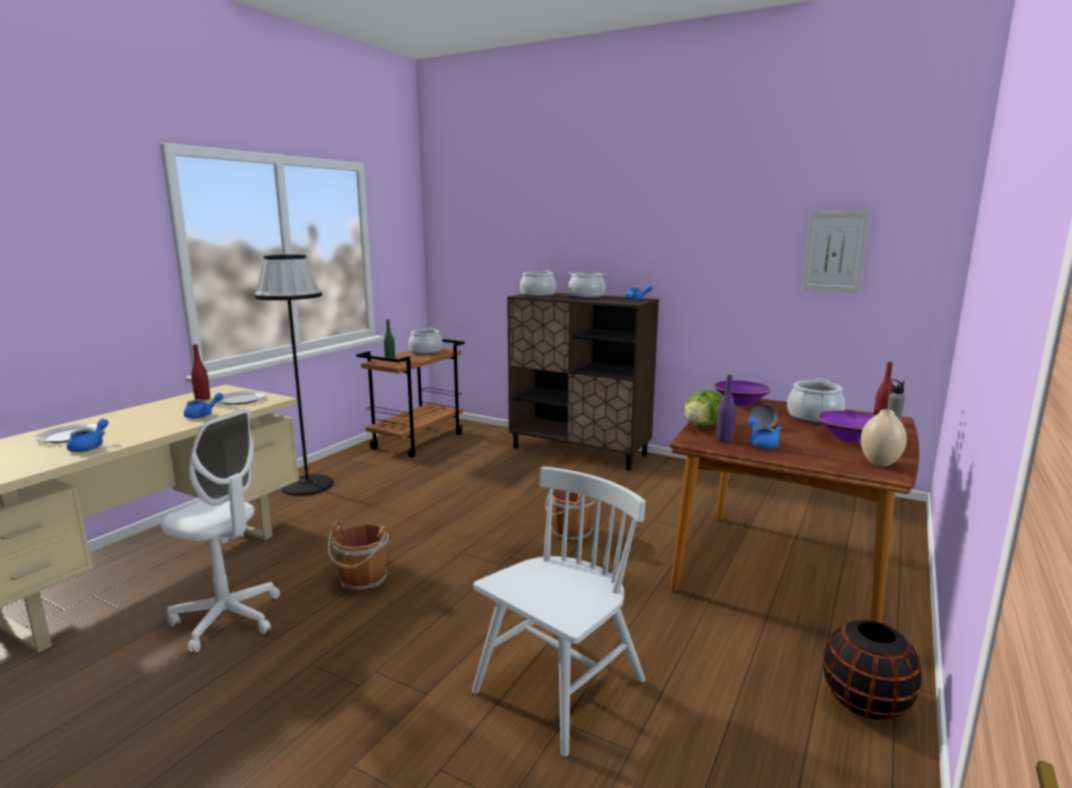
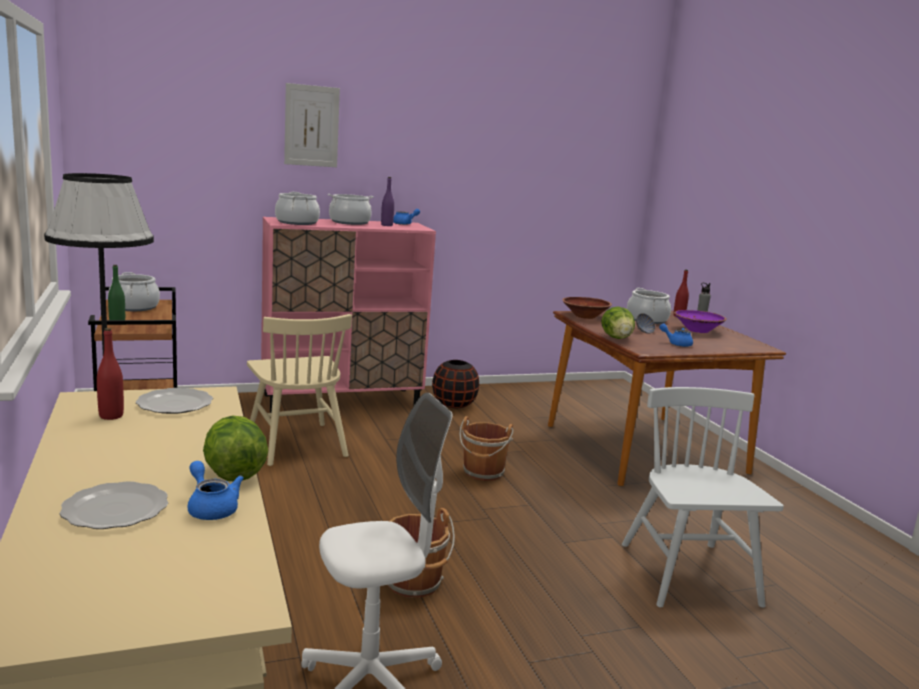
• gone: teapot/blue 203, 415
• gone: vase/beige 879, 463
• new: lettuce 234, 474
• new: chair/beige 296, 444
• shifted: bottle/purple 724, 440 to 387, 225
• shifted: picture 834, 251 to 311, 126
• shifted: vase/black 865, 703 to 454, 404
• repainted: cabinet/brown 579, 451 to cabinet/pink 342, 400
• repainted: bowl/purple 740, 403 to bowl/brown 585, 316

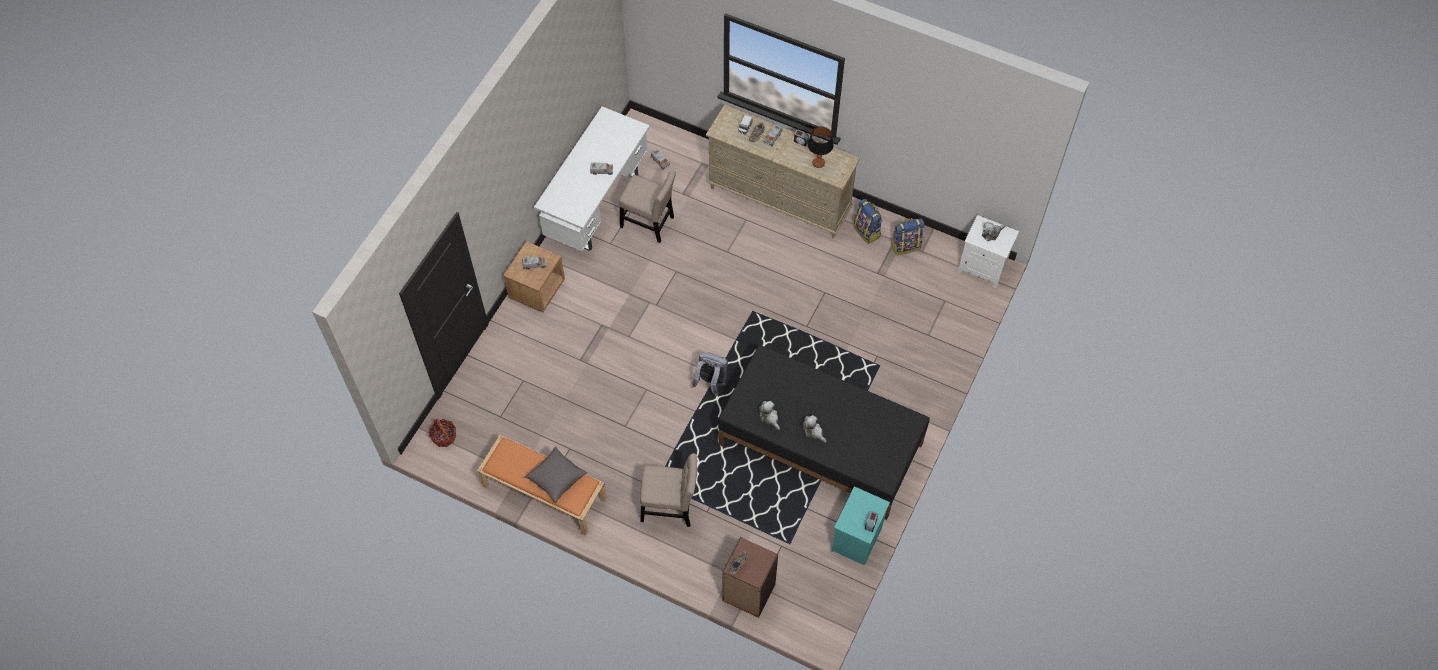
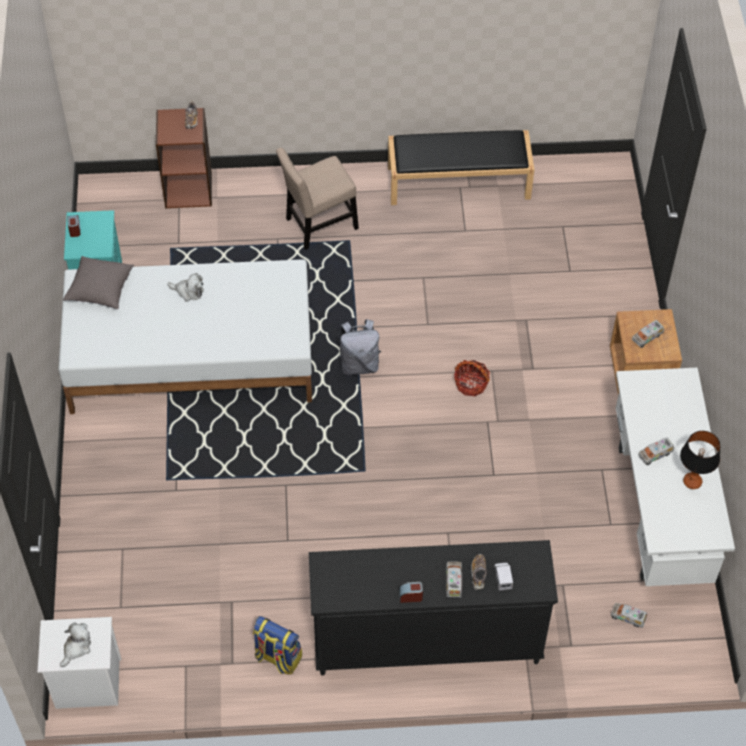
• gone: chair/beige 649, 223
• gone: plush toy 769, 417
• gone: backpack 905, 245
• shifted: basket 444, 436 to 471, 384
• shifted: pillow/grey 556, 478 to 101, 290
• shifted: table lamp 818, 163 to 692, 482
• repainted: bench/orange 543, 492 to bench/black 459, 182
• repainted: dresser/beige 779, 200 to dresser/black 426, 643
• repainted: bed/black 820, 445 to bed/white 190, 357

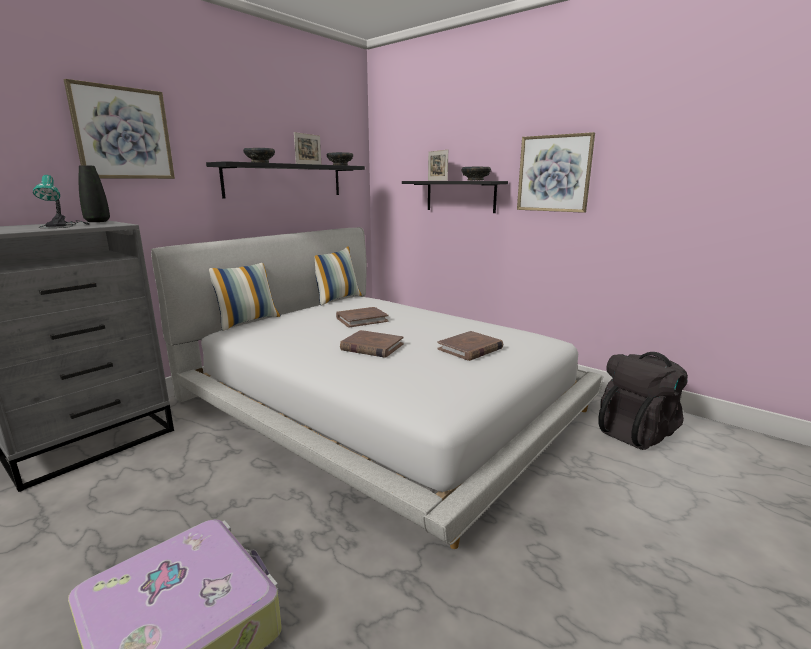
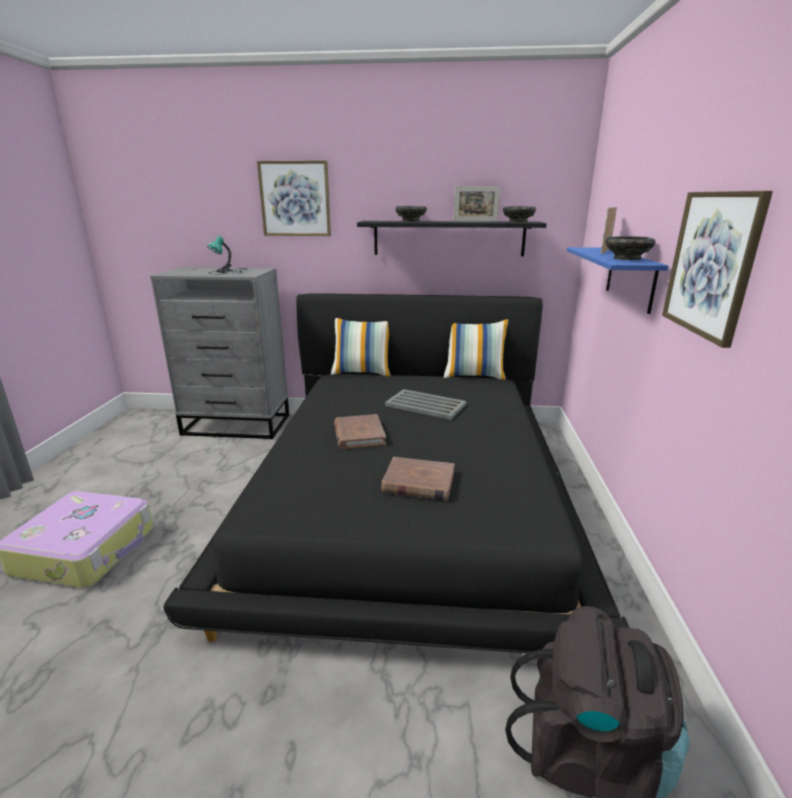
• gone: vase/black 97, 221
• swapped: book/brown 362, 319 to tray/grey 426, 405
• repainted: bed/white 380, 401 to bed/black 407, 497
• repainted: shelf/black 460, 196 to shelf/blue 630, 278

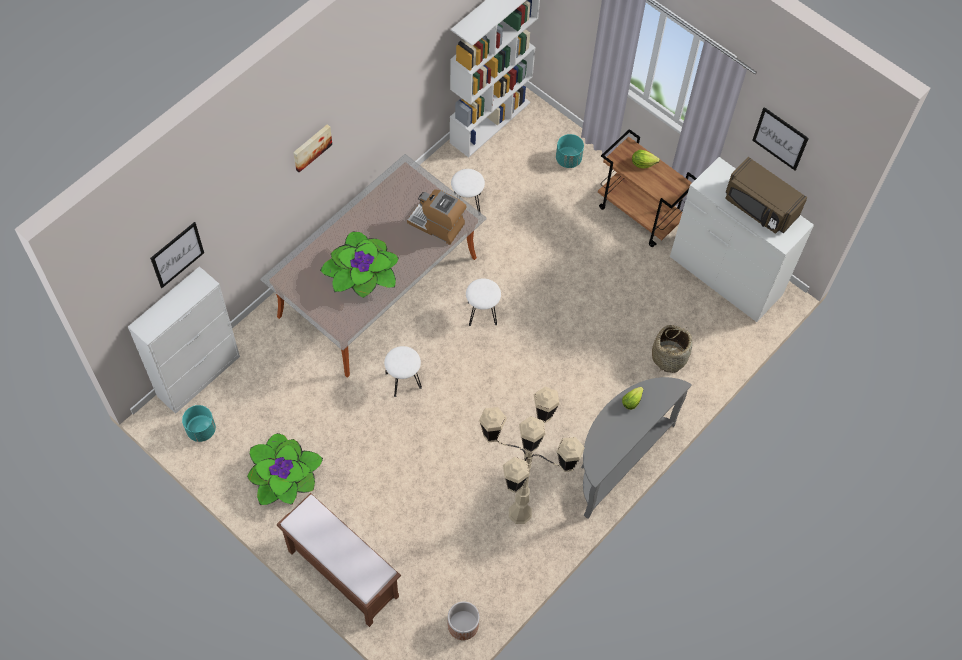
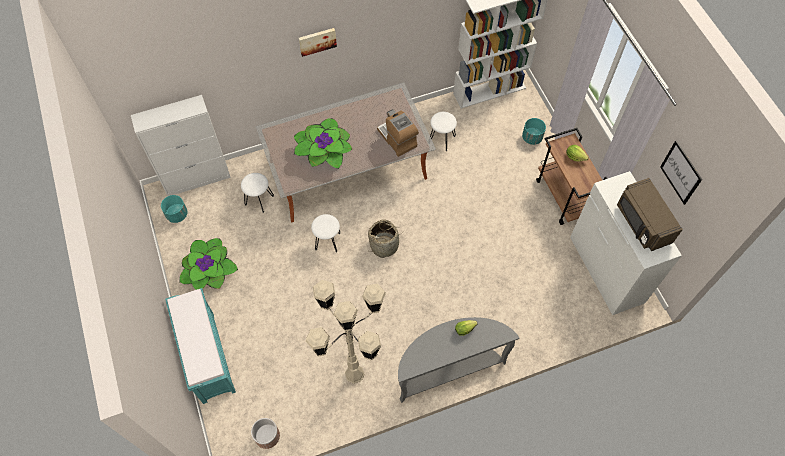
• gone: picture 177, 254
• shifted: stool/white 482, 313 to 259, 200
• shifted: basket 669, 356 to 384, 245
• repainted: bench/brown 341, 573 to bench/turquoise 207, 356

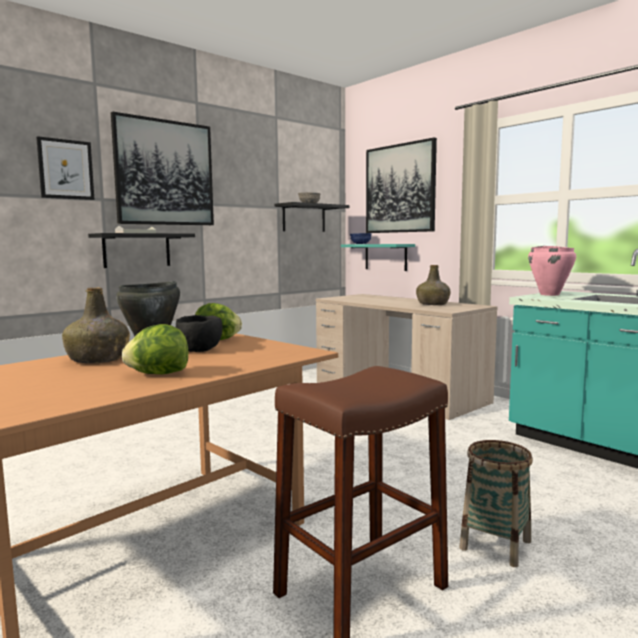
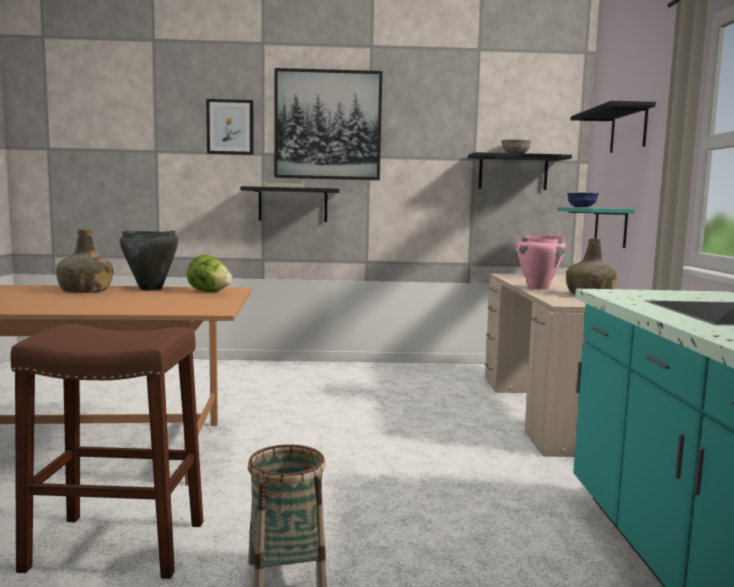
• gone: lettuce 158, 374
• gone: bowl/black 200, 350
• shifted: cooking pot/pink 550, 294 to 538, 288
• swapped: picture 400, 188 to shelf/black 628, 130

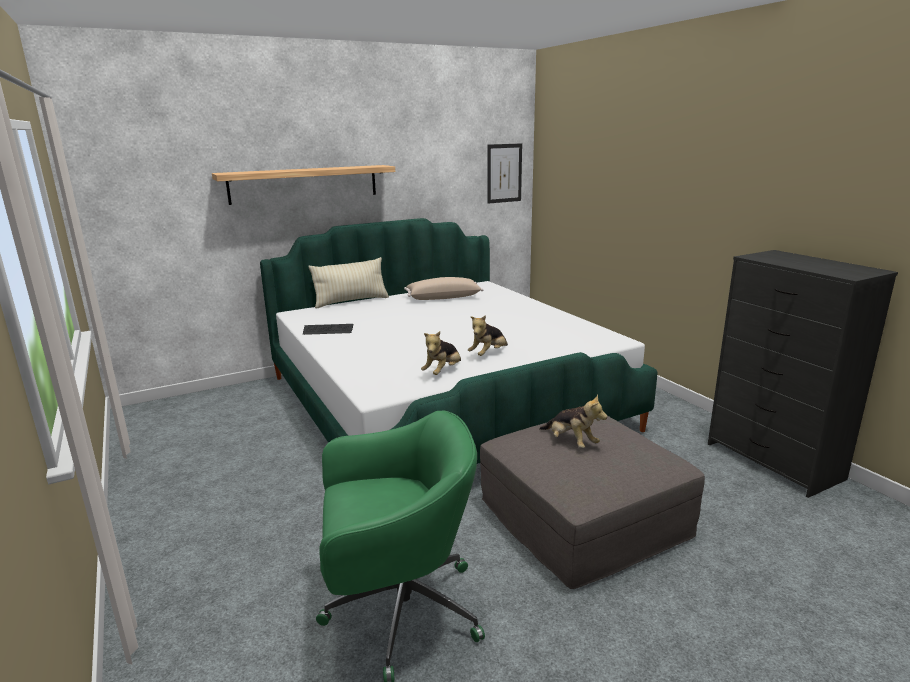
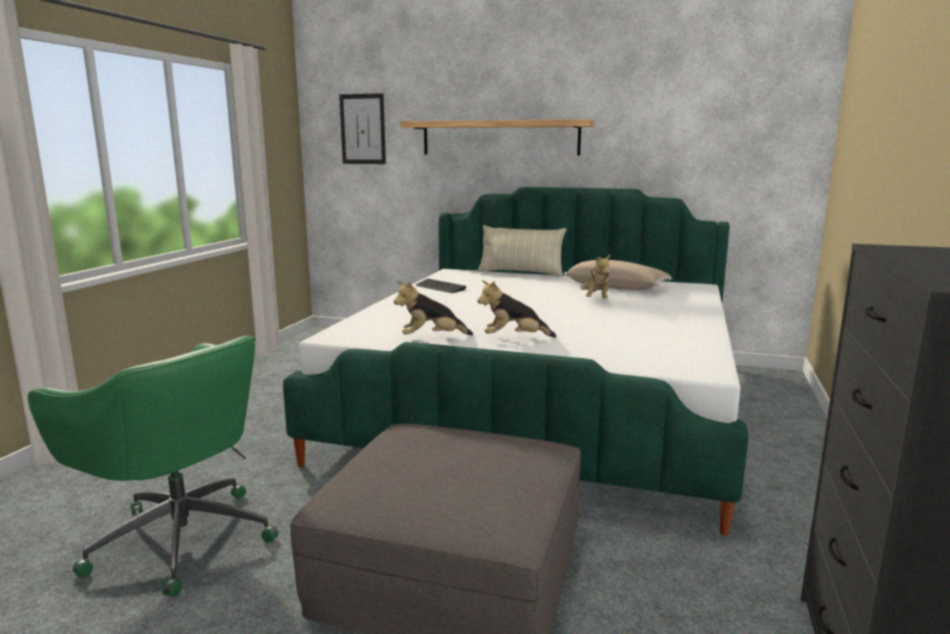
• shifted: picture 504, 173 to 363, 129
• shifted: plush toy 571, 442 to 596, 299

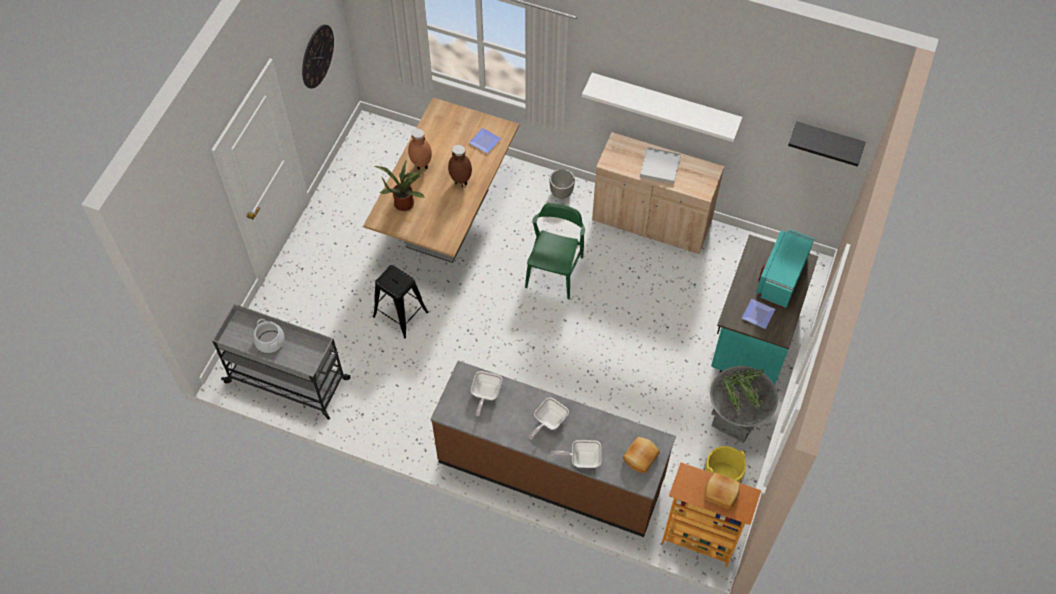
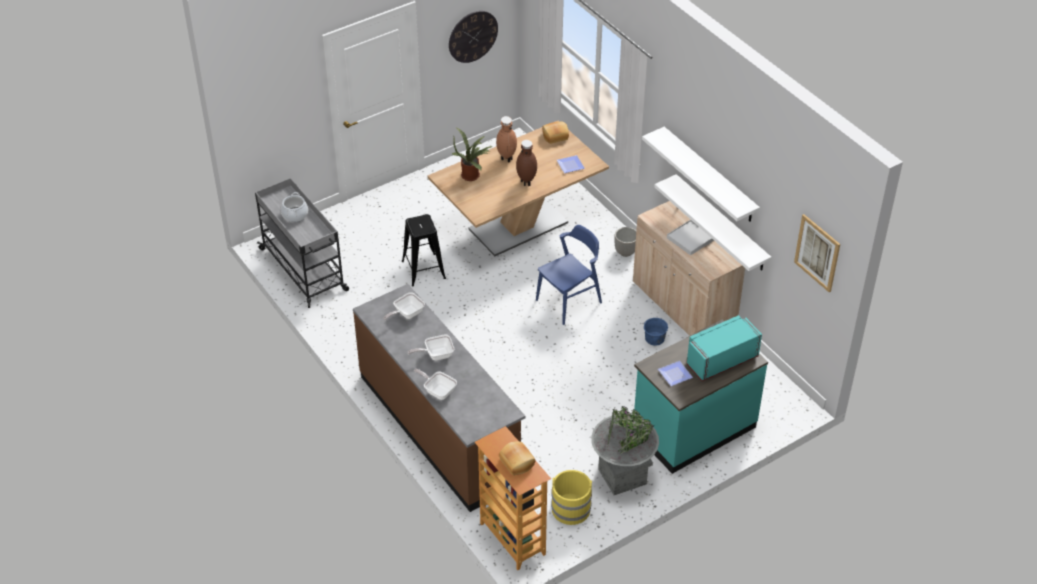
• new: bucket/blue 655, 338
• new: shelf/white 721, 223
• shifted: bread 639, 457 to 555, 136
• swapped: shelf/black 828, 140 to picture 817, 253
• repainted: chair/green 554, 272 to chair/blue 569, 301

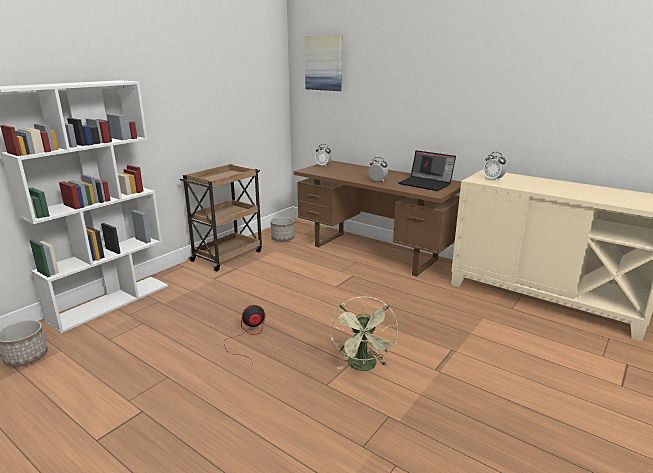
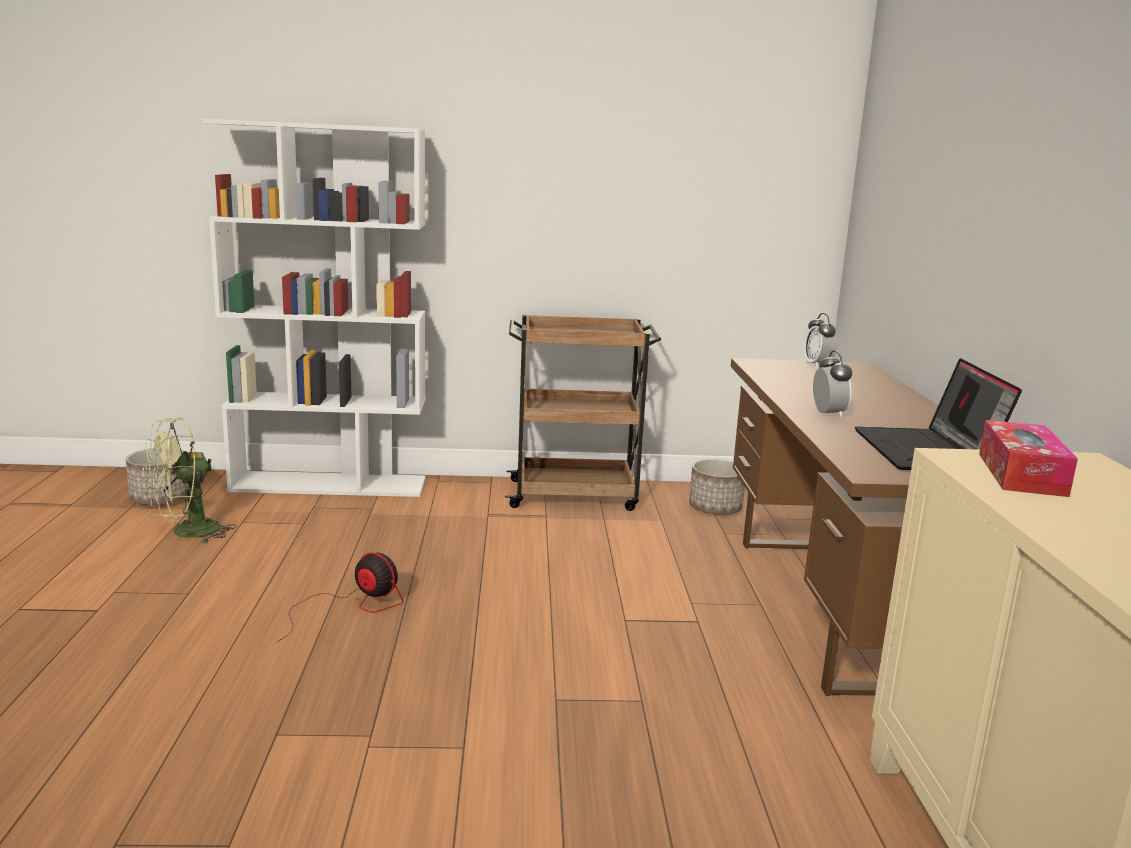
• gone: picture 324, 63
• shifted: fan/green 363, 367 to 186, 533
• swapped: alarm clock 493, 179 to tissue box 1021, 474

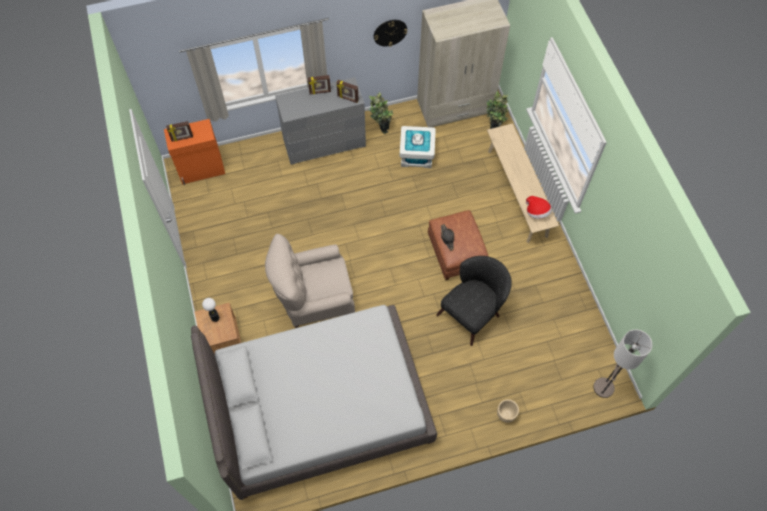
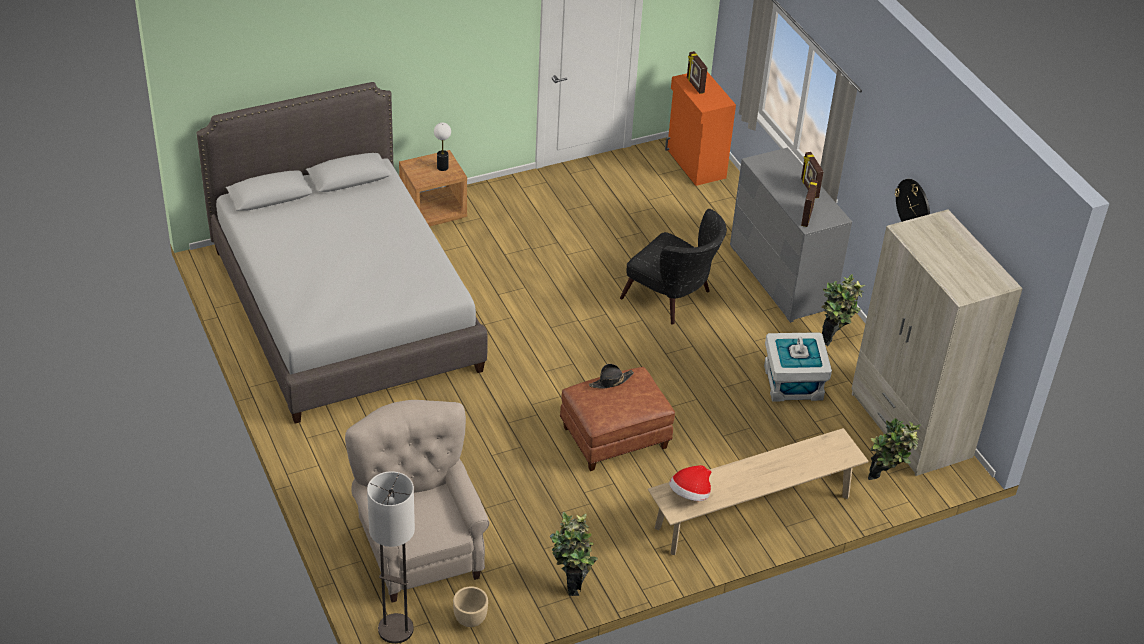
• new: potted plant 571, 581
• shifted: armchair/beige 314, 299 to 418, 549
• shifted: armchair/black 473, 312 to 673, 299
• shifted: planter/beige 505, 415 to 470, 620

